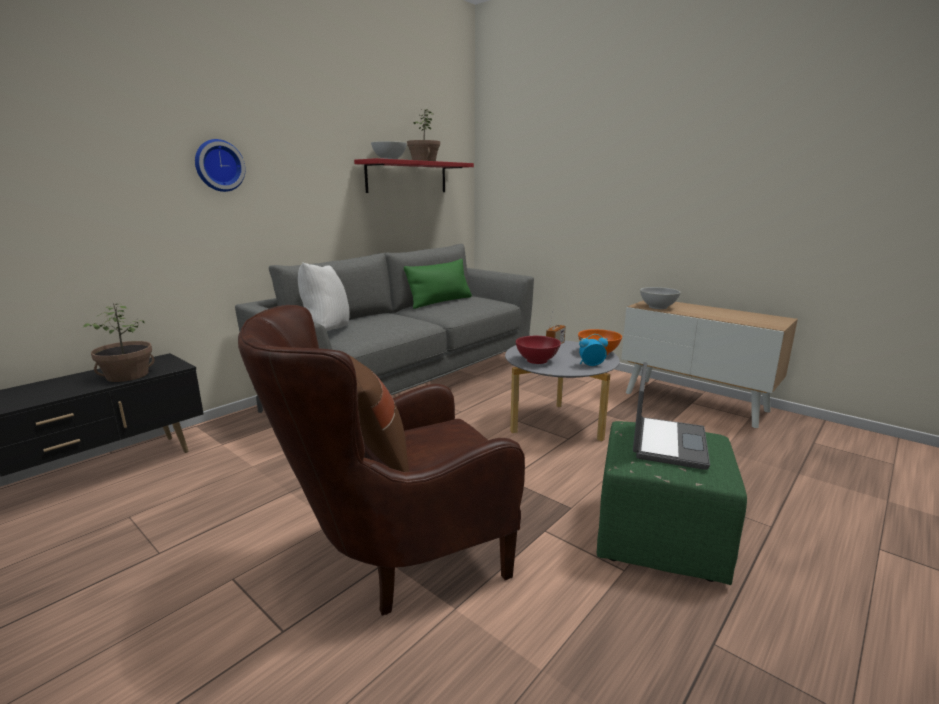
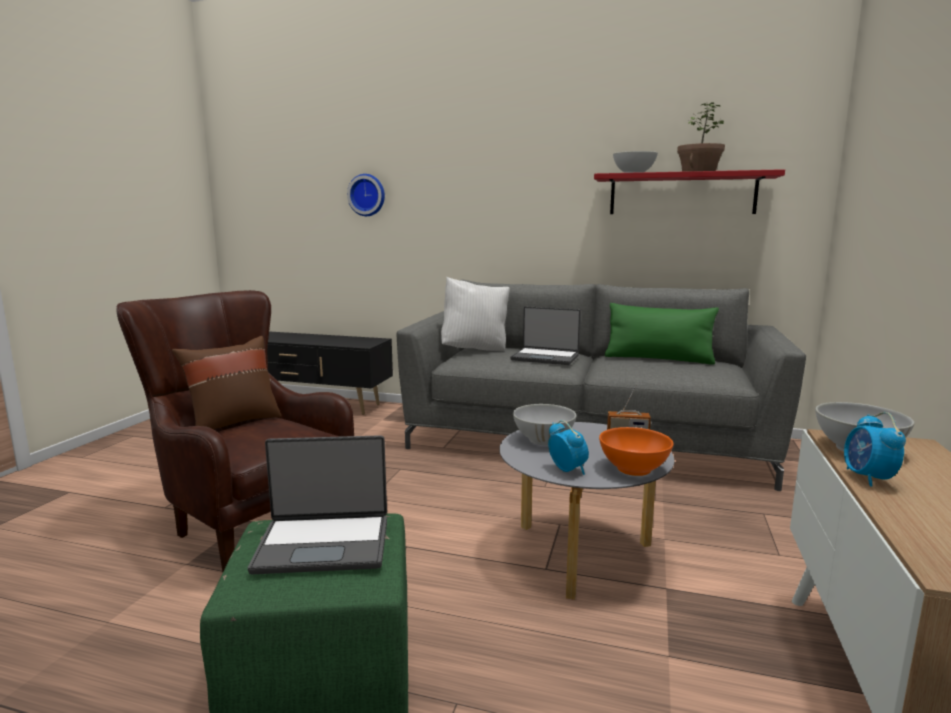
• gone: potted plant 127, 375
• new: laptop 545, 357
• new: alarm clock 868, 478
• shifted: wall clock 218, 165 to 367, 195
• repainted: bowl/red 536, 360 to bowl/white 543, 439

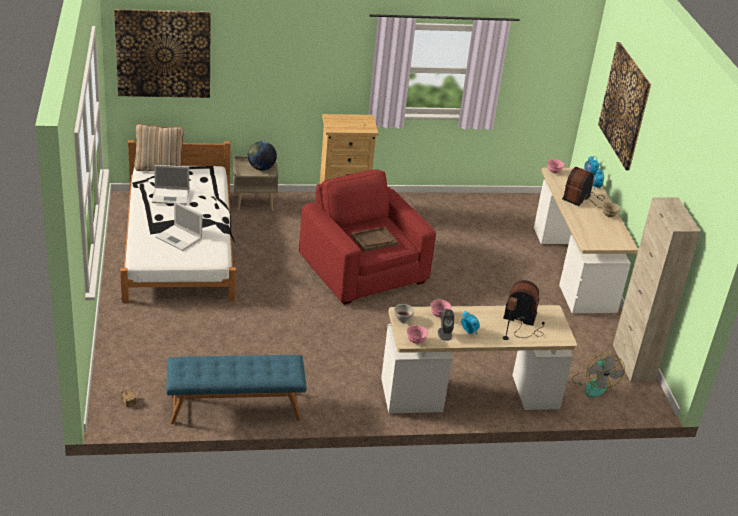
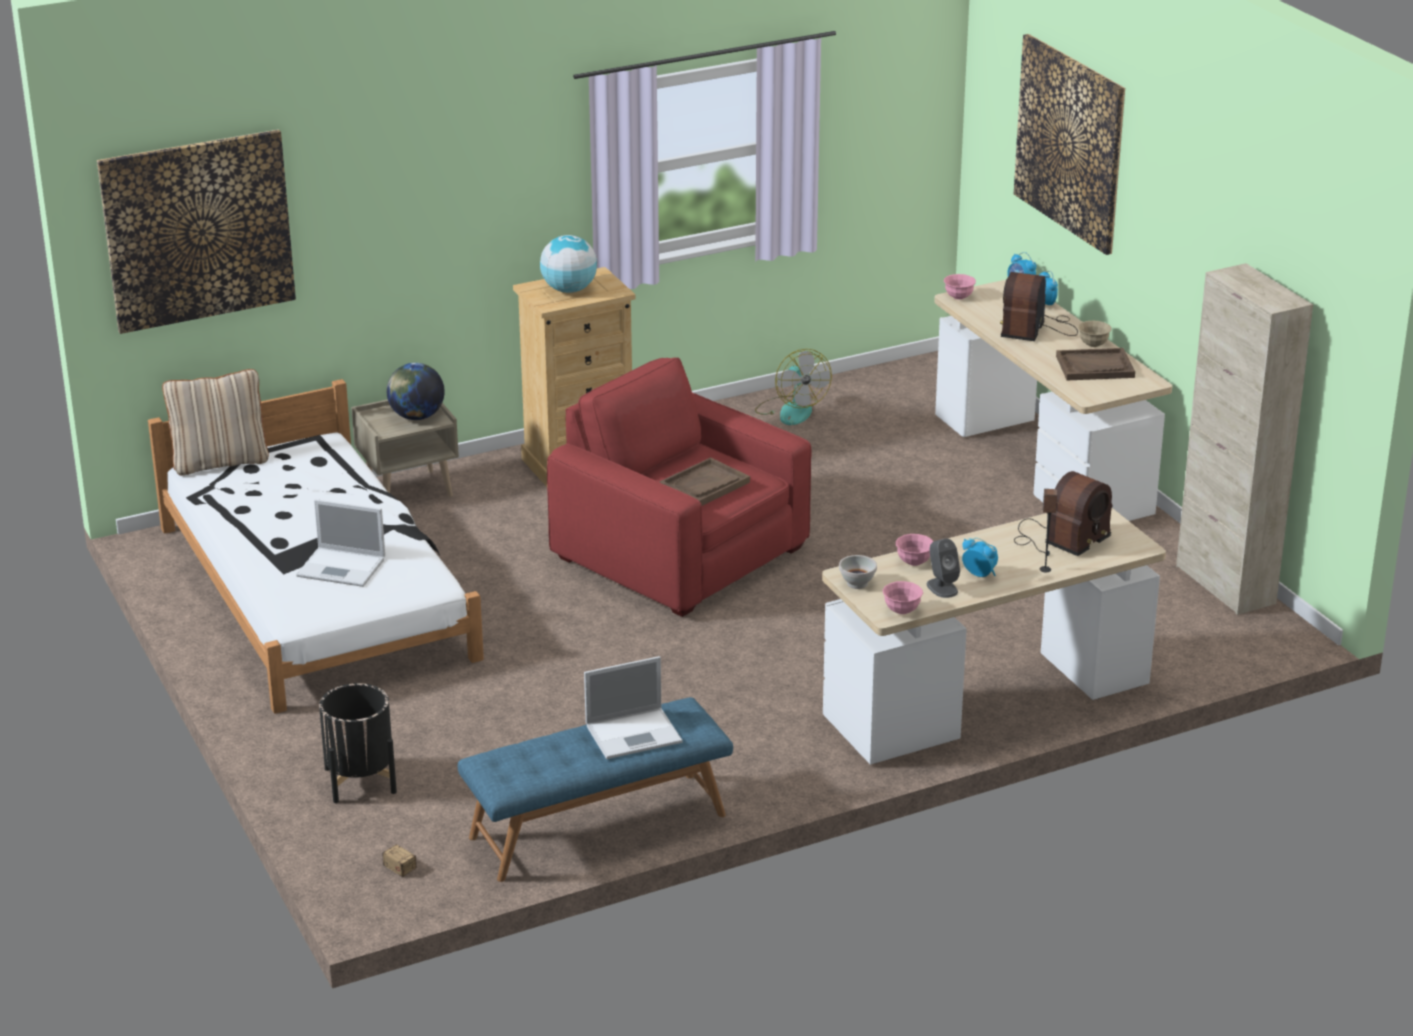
• new: planter/black 360, 780
• new: globe 569, 290
• new: tray/brown 1095, 367
• shifted: laptop 171, 196 to 635, 733
• shifted: fan 594, 384 to 791, 410
• rotated: radio 523, 322 = 1060, 539 135 degrees clockwise

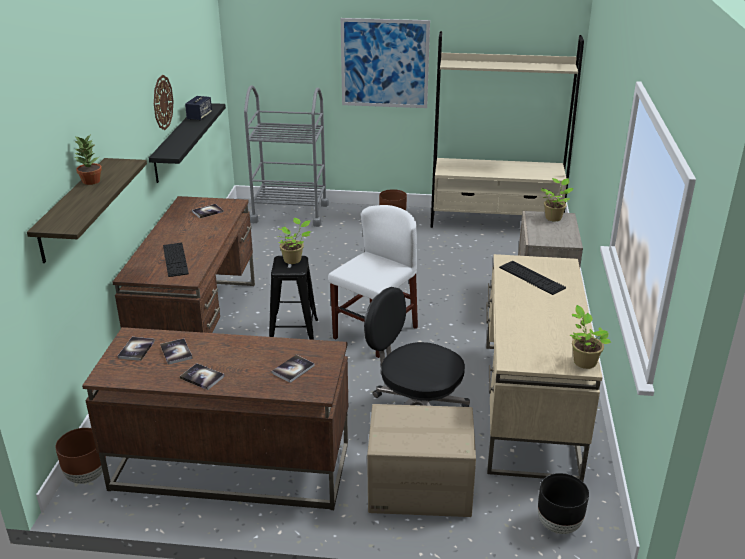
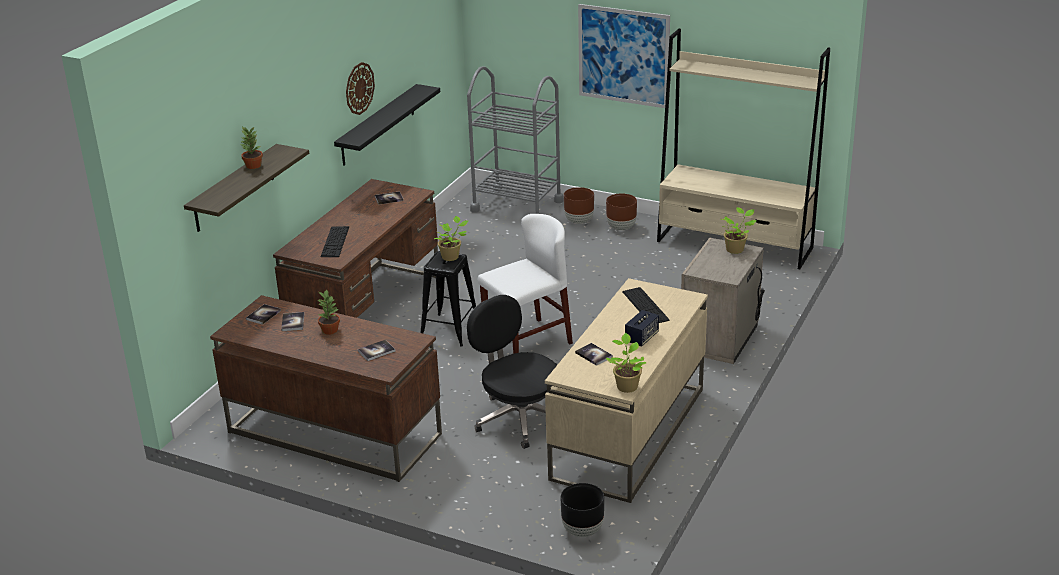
• gone: cardboard box 419, 488
• new: potted plant 329, 330
• shifted: planter/brown 87, 475 to 579, 221
• shifted: book 202, 377 to 593, 355
• shifted: speaker 199, 116 to 641, 338

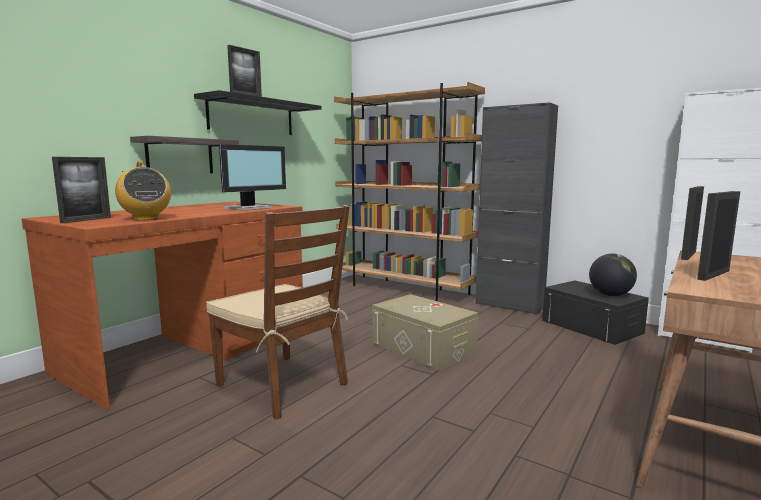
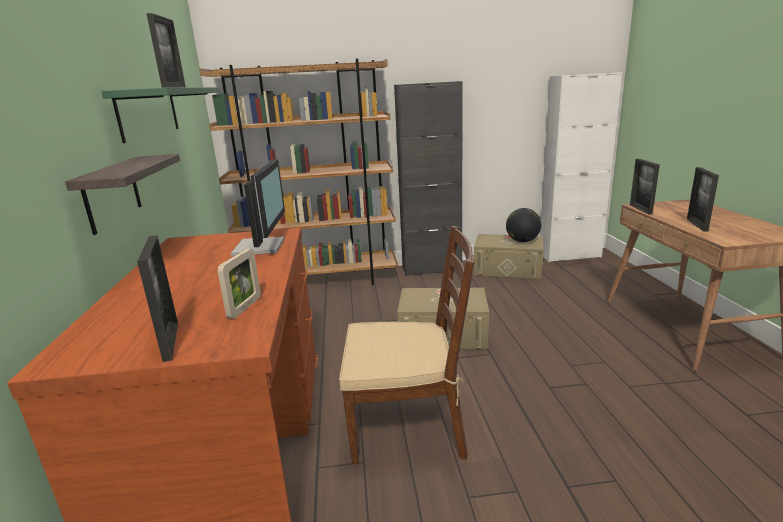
• swapped: radio 146, 219 to picture frame 244, 307
• repainted: shelf/black 252, 117 to shelf/green 149, 112
• repainted: storage box/black 591, 327 to storage box/beige 508, 269

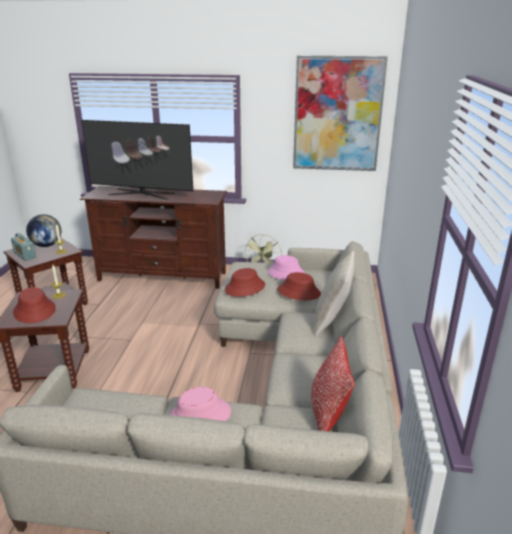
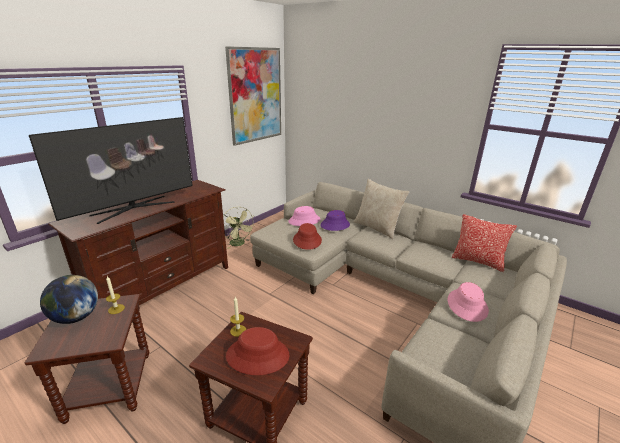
• gone: radio 25, 255
• repainted: hat/red 299, 292 to hat/purple 335, 225

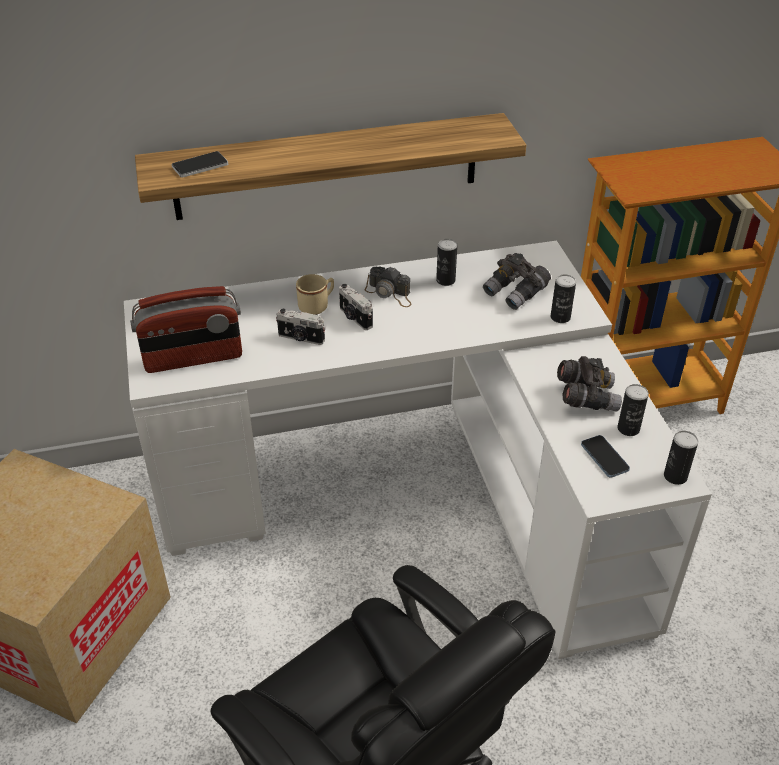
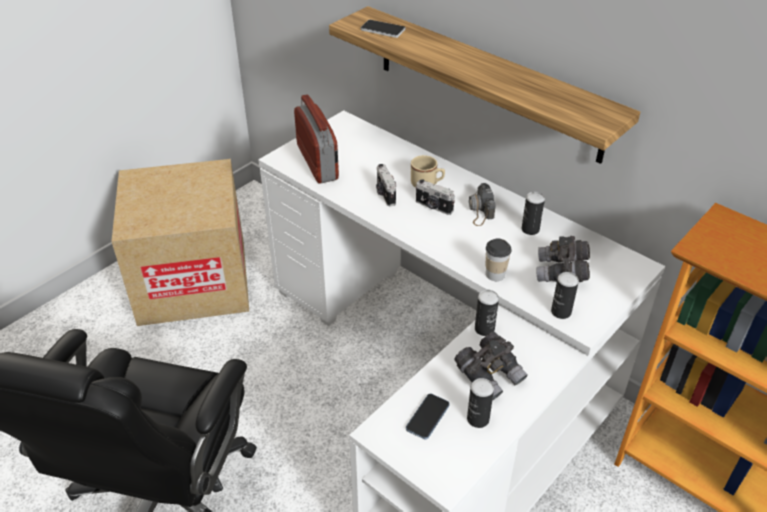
• new: cup 495, 274
• shifted: can 675, 476 to 484, 329
• rotated: radio 193, 358 = 318, 162 150 degrees counterclockwise
• rotated: photo camera 354, 318 = 433, 207 75 degrees counterclockwise

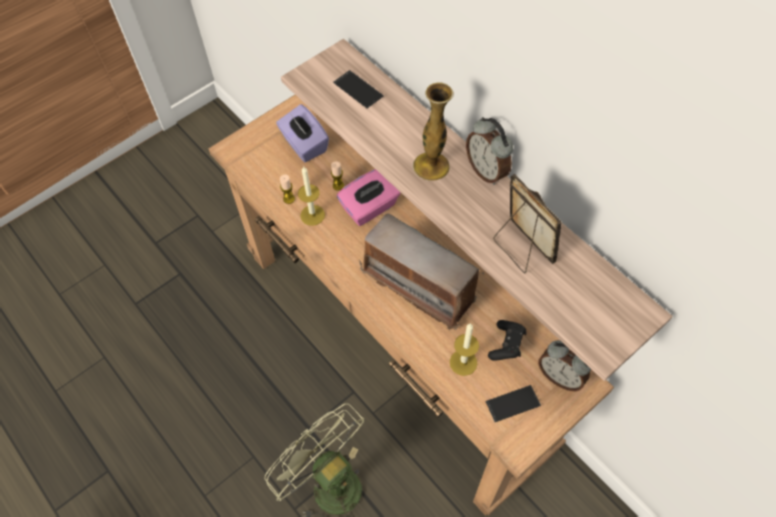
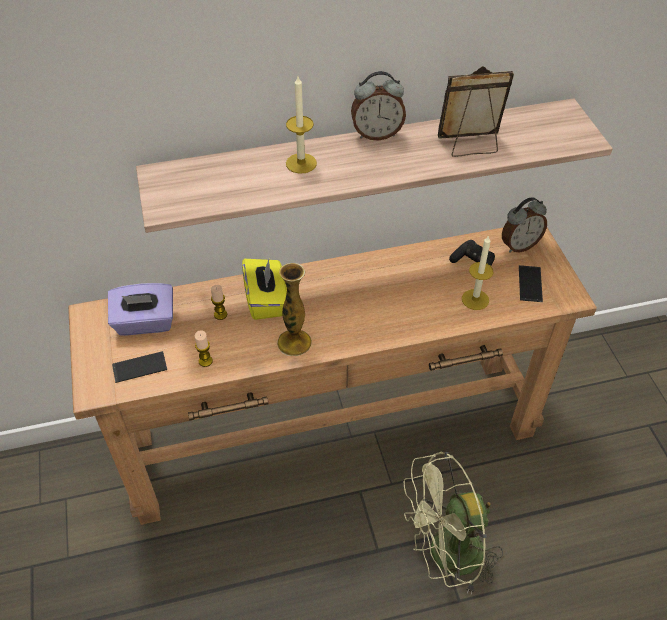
• gone: radio 419, 285
• shifted: candle 312, 215 to 301, 163
• shifted: phone 358, 89 to 139, 367
• shifted: vase 431, 166 to 294, 342
• repainted: tissue box/pink 370, 208 to tissue box/yellow 266, 300

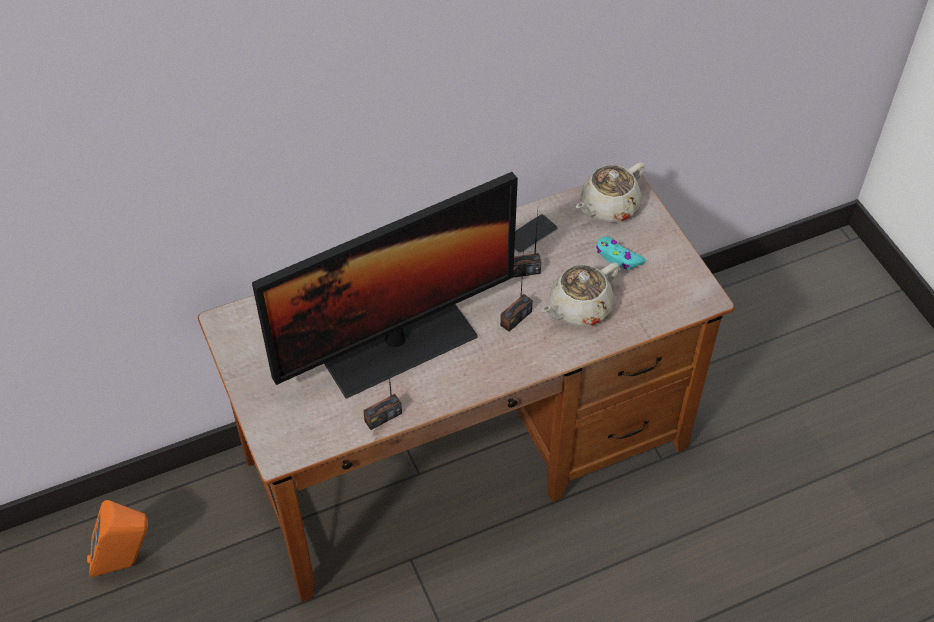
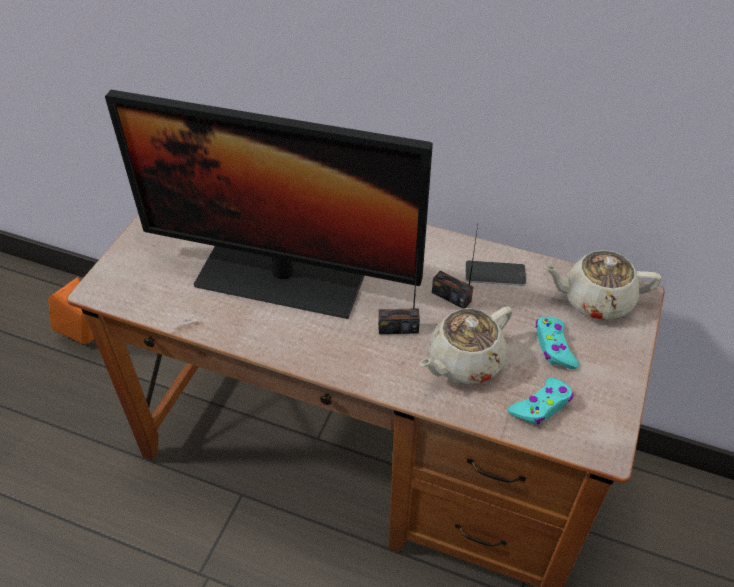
• gone: radio 383, 417
• new: game controller/turquoise 541, 406
• rotated: teapot/beige 578, 308 = 464, 361 45 degrees counterclockwise

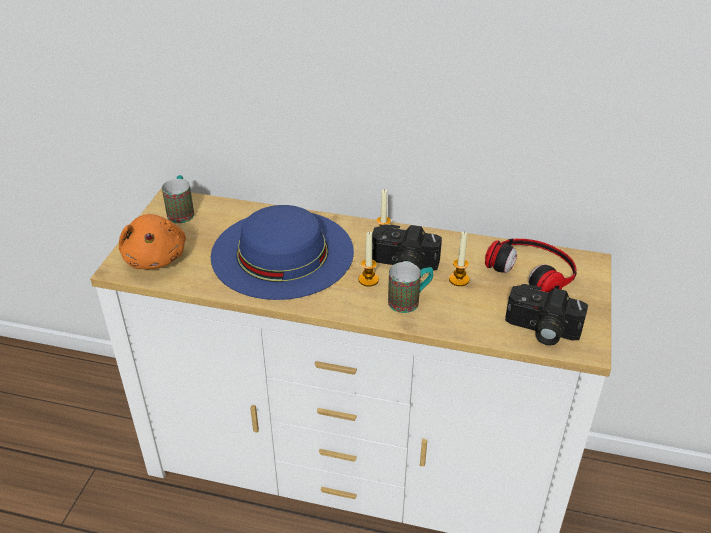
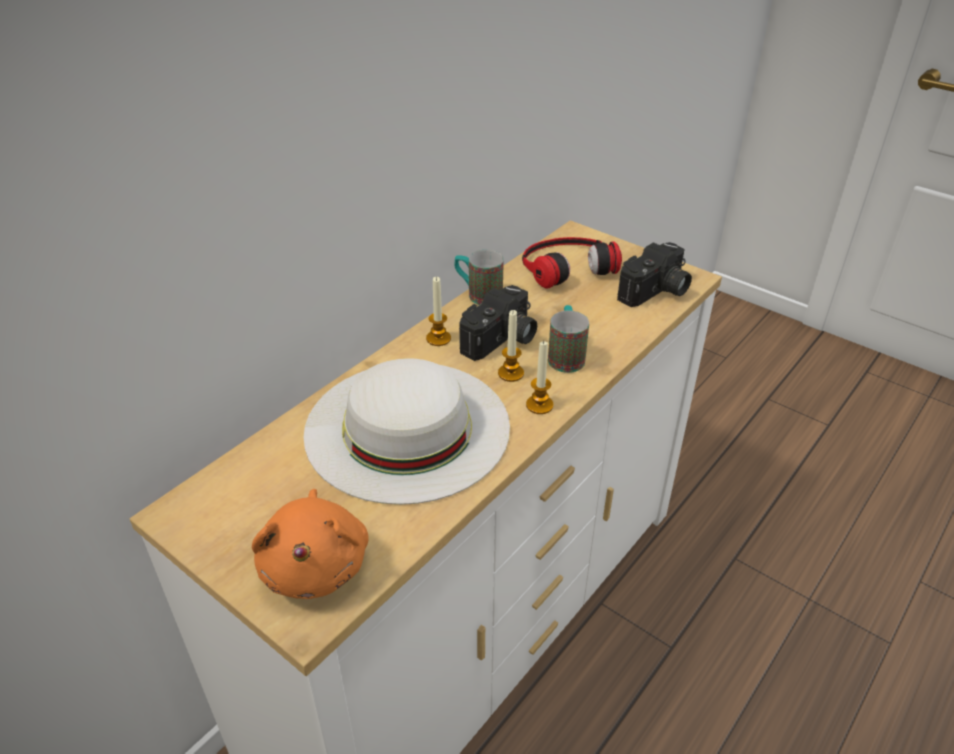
• shifted: mug 181, 211 to 478, 294
• shifted: candle 459, 279 to 539, 405
• repainted: hat/blue 282, 253 to hat/white 407, 428
• rotated: plush toy/orange 155, 257 = 316, 564 75 degrees clockwise

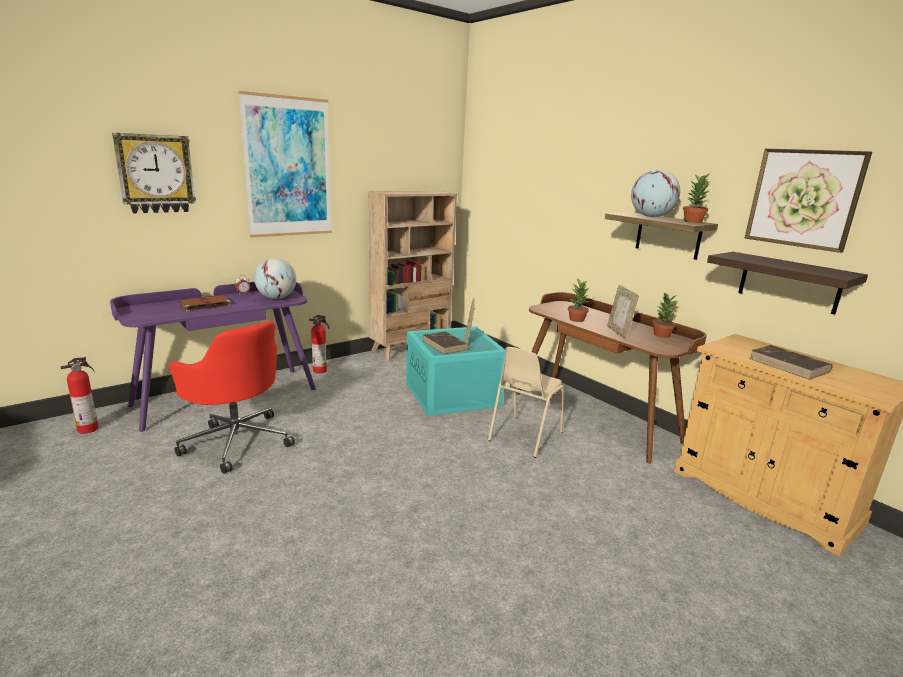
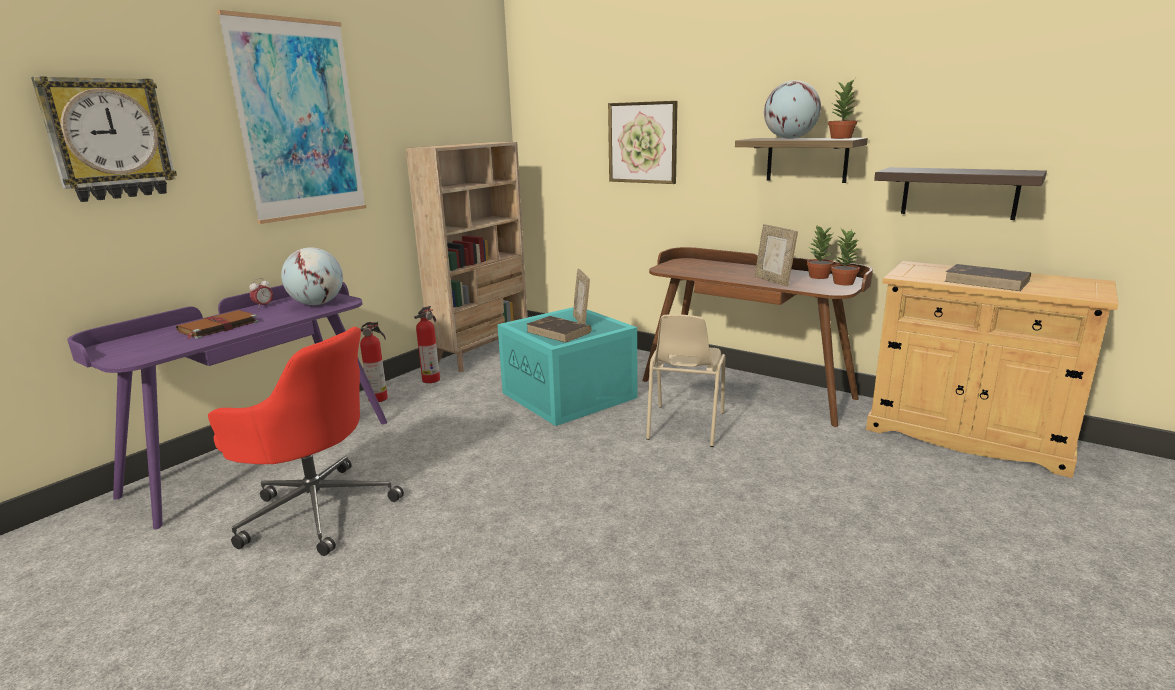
• shifted: fire extinguisher 89, 428 to 432, 379
• shifted: potted plant 576, 319 to 843, 283
• shifted: picture 803, 198 to 642, 142

